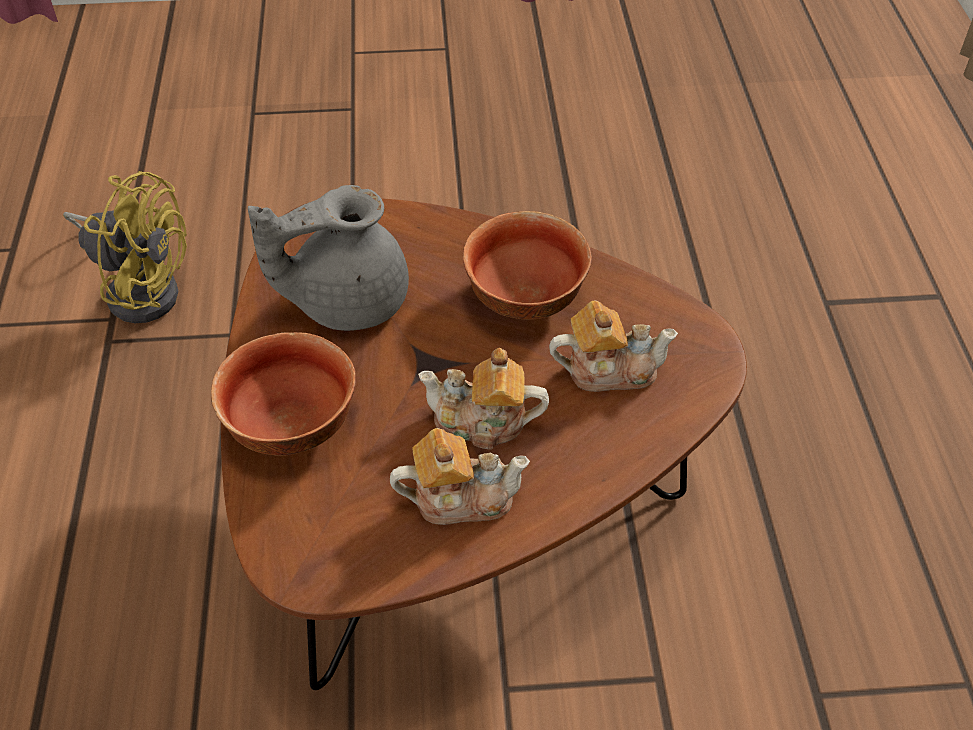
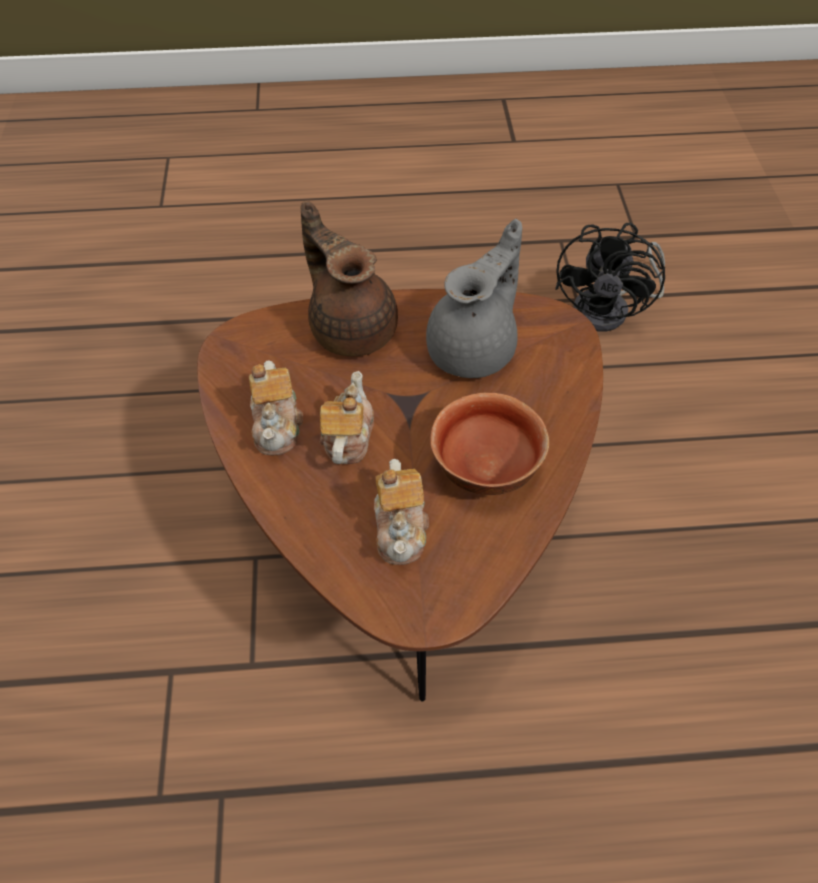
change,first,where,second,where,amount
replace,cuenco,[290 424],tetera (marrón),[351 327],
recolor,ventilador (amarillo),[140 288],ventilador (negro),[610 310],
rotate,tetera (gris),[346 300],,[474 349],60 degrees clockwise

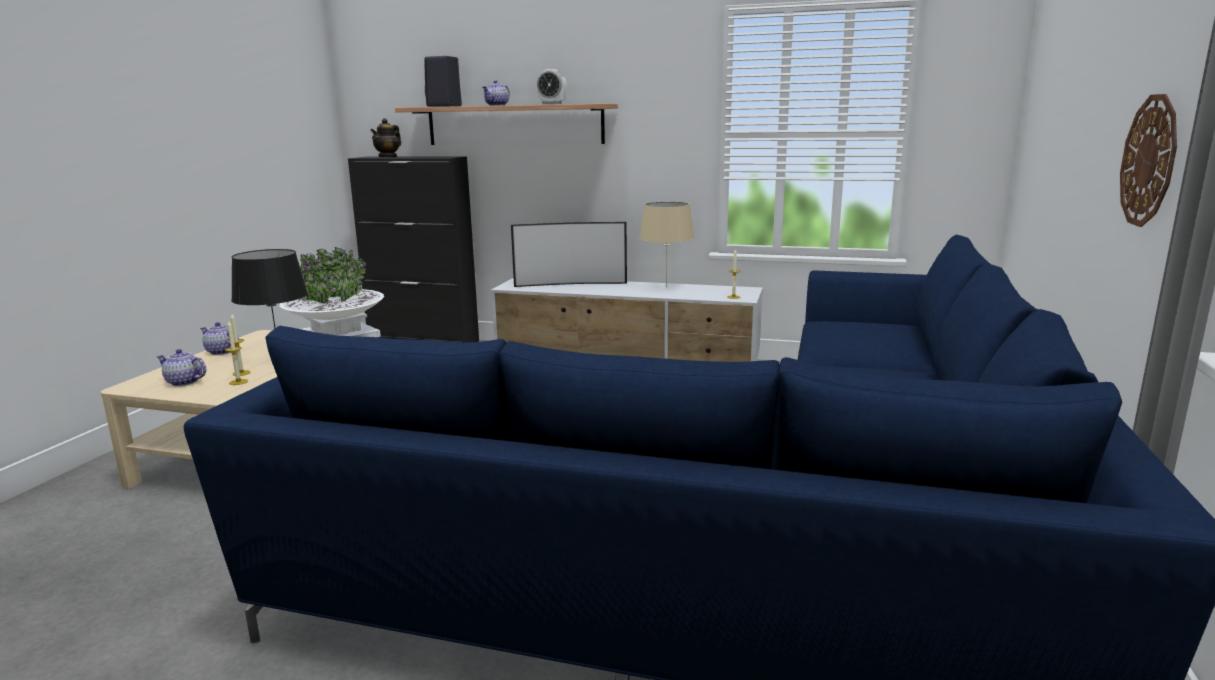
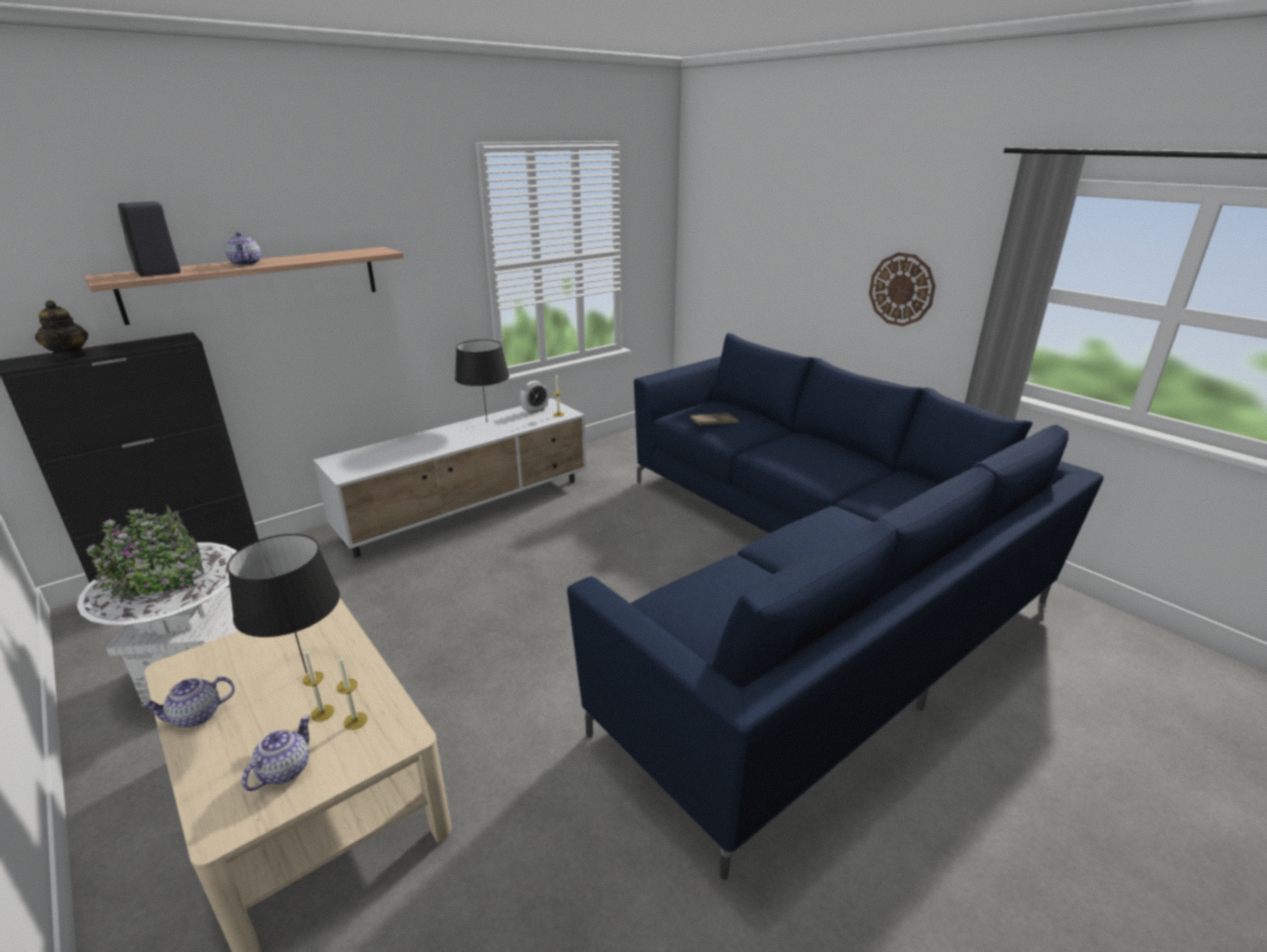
change,first,where,second,where,amount
delete,televisor,[570 284],,,
insert,,,bandeja (marrón),[713 422],
move,despertador,[551 104],,[535 410],
recolor,lámpara de mesa (beis),[666 287],lámpara de mesa (negro),[486 422],
rotate,tetera,[183 382],,[284 769],150 degrees clockwise

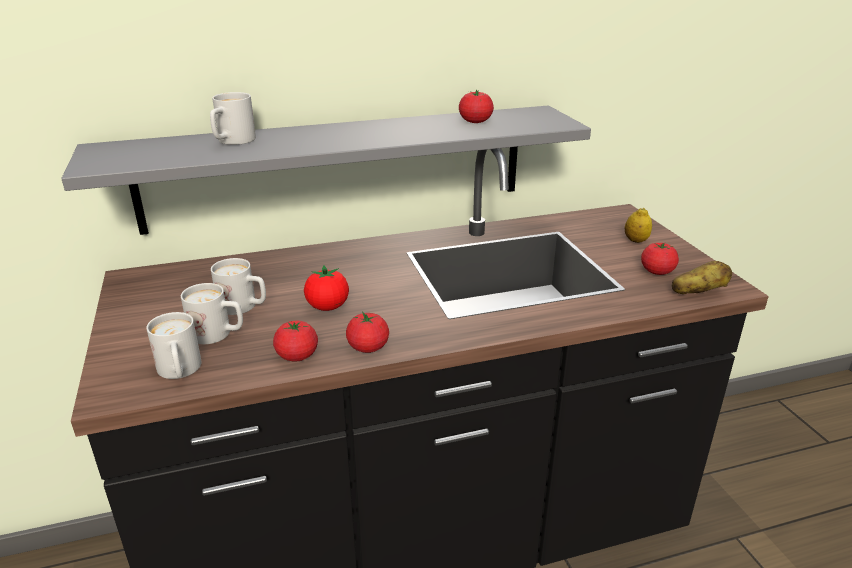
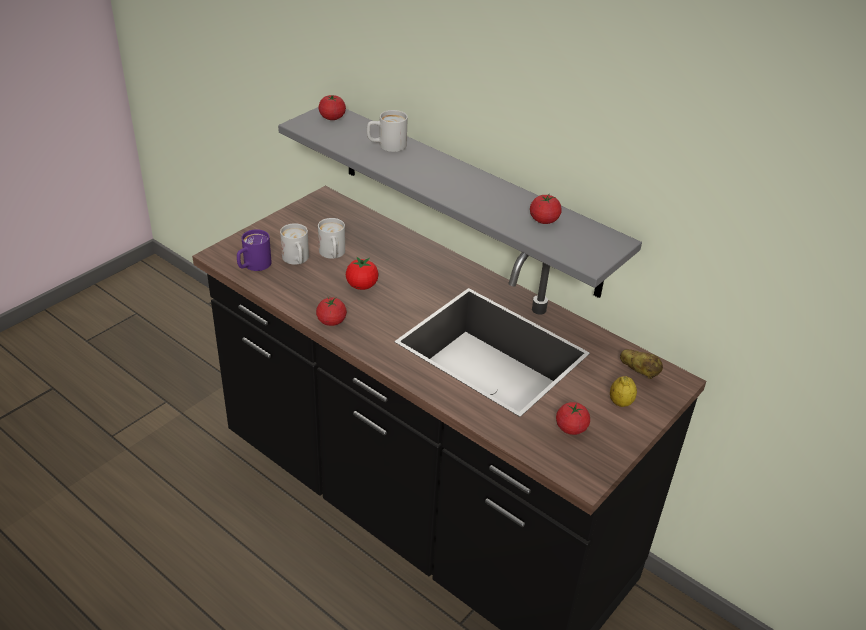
change,first,where,second,where,amount
move,tomate,[297 356],,[332 117],
move,patata,[698 292],,[639 372],
recolor,taza grande (blanco),[180 372],taza grande (morado),[253 266],

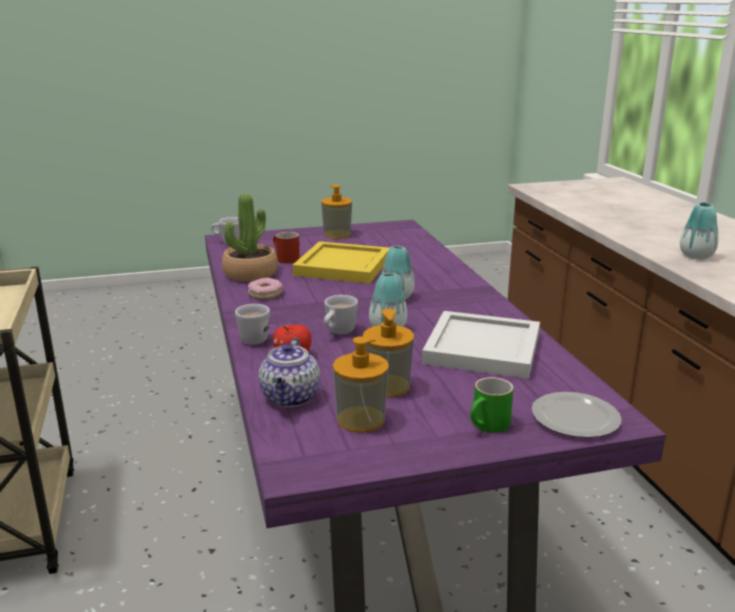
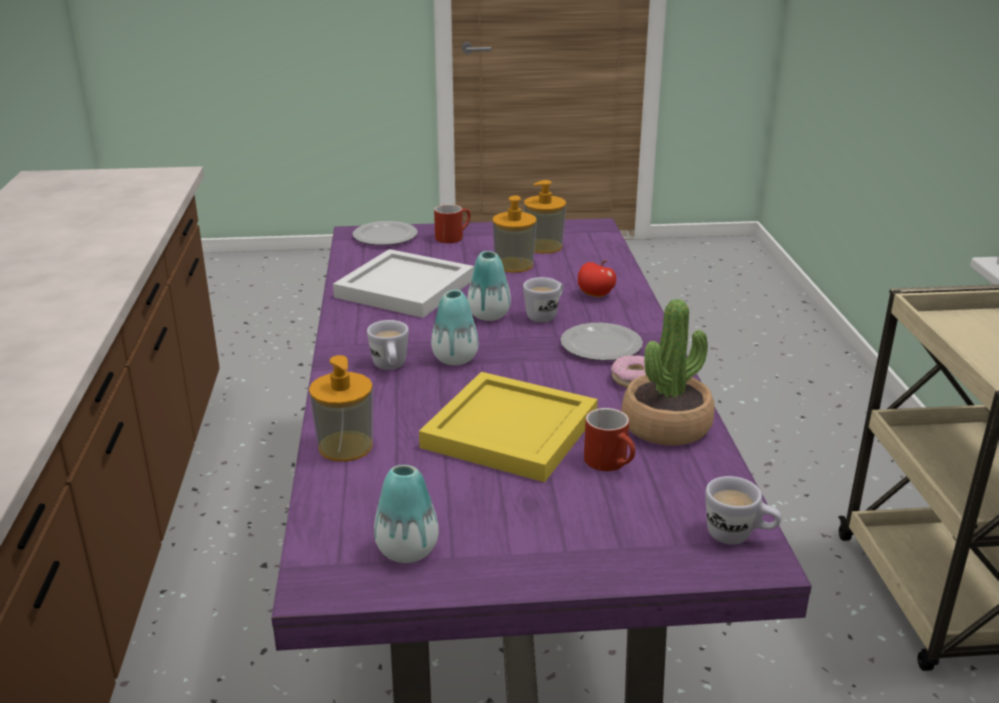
change,first,where,second,where,amount
delete,tetera,[291 398],,,
insert,,,plato,[601 346],
move,taza grande (blanco),[252 338],,[390 368],
move,dispensador de jabón,[337 234],,[345 446],
move,florero,[696 256],,[407 550],
recolor,taza grande (verde),[487 426],taza grande (rojo),[453 236],

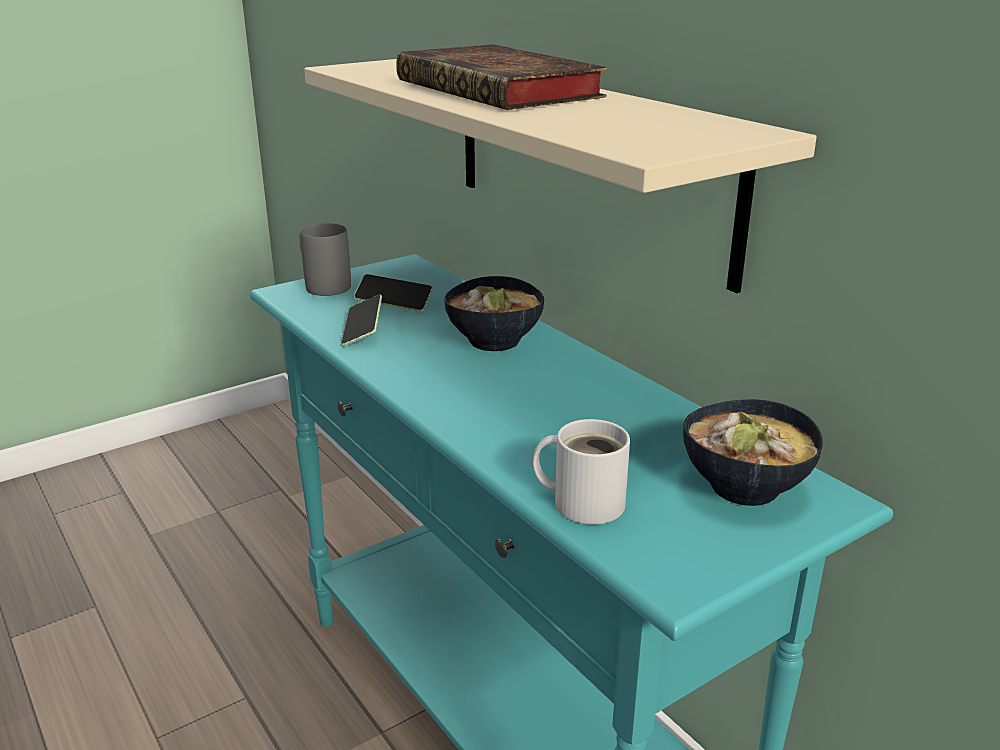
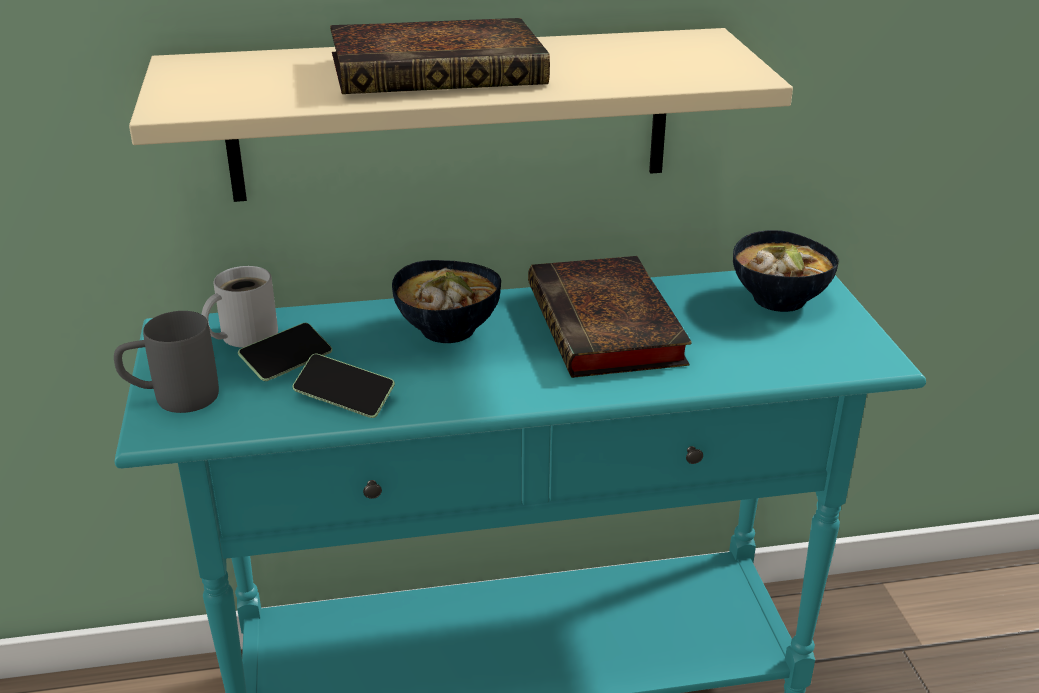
change,first,where,second,where,amount
insert,,,libro,[608 328],
move,taza grande (blanco),[583 501],,[243 335],

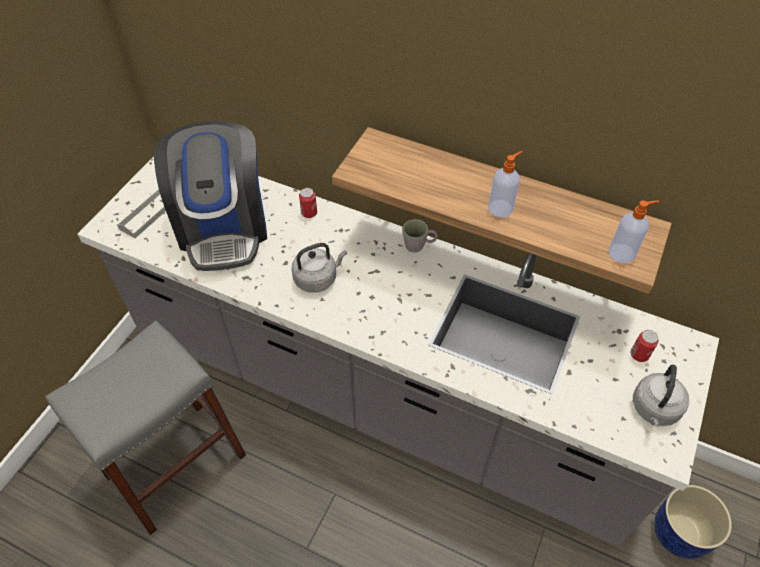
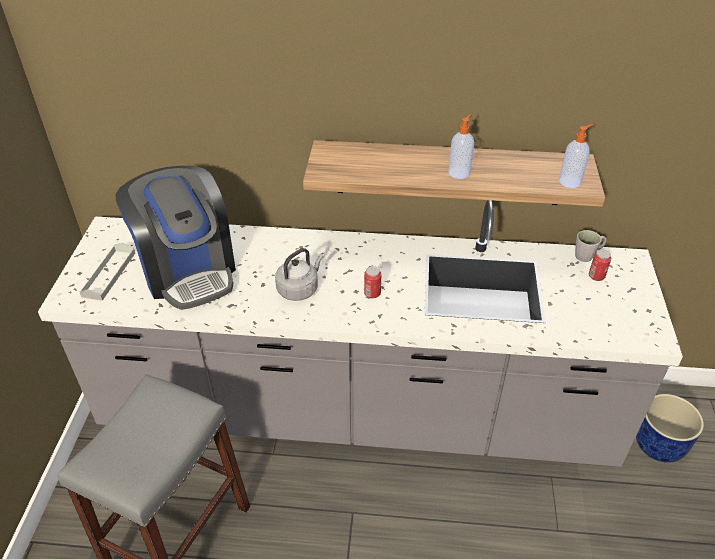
change,first,where,second,where,amount
delete,hervidor (gris),[654 409],,,
move,lata,[309 213],,[372 293],
move,taza grande (gris),[419 245],,[587 255],

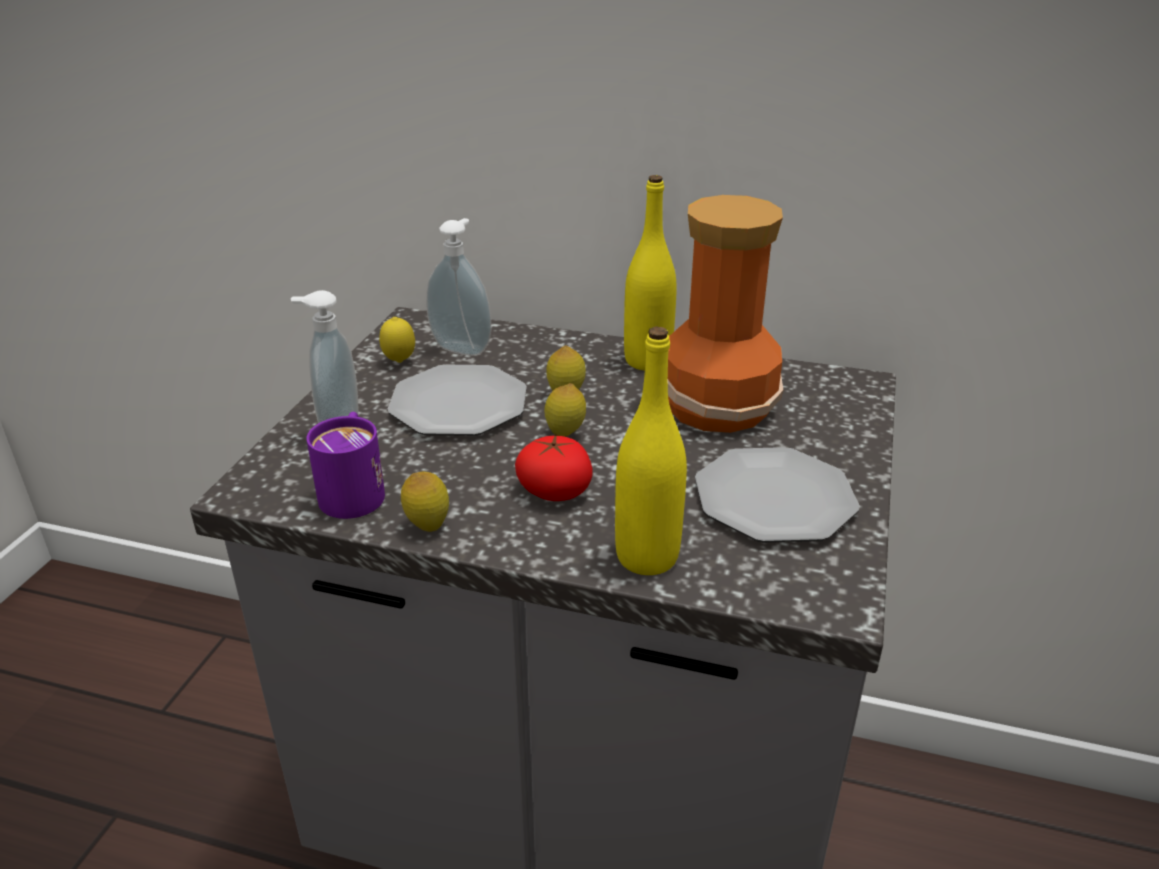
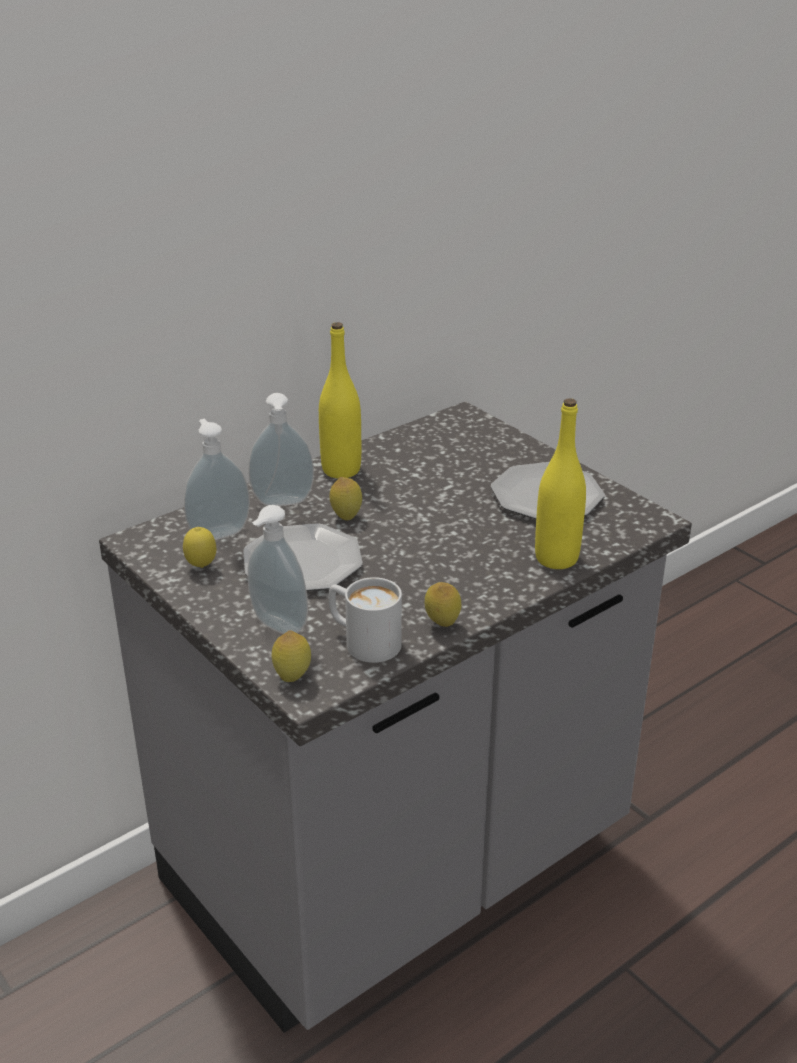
change,first,where,second,where,amount
delete,tomate,[555 490],,,
delete,florero,[716 404],,,
insert,,,dispensador de jabón,[283 503],
move,limón,[565 435],,[292 677],
recolor,taza grande (morado),[354 489],taza grande (blanco),[363 641],

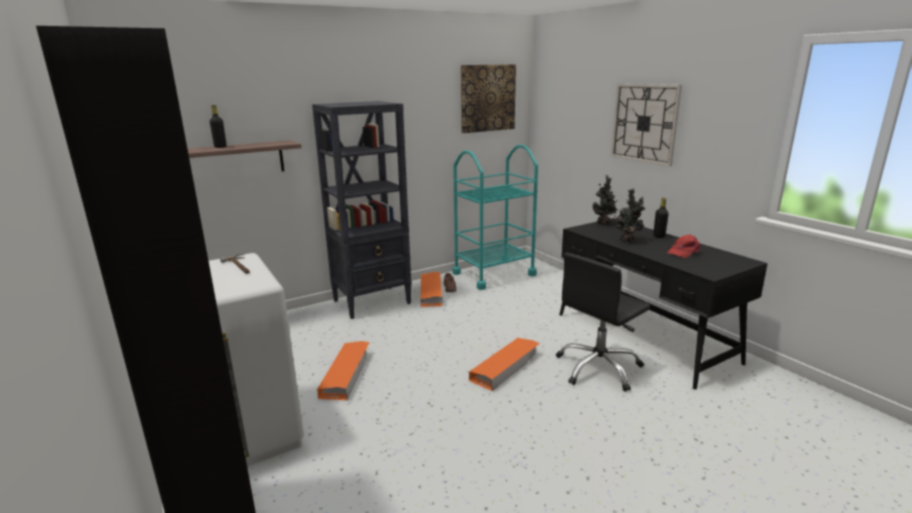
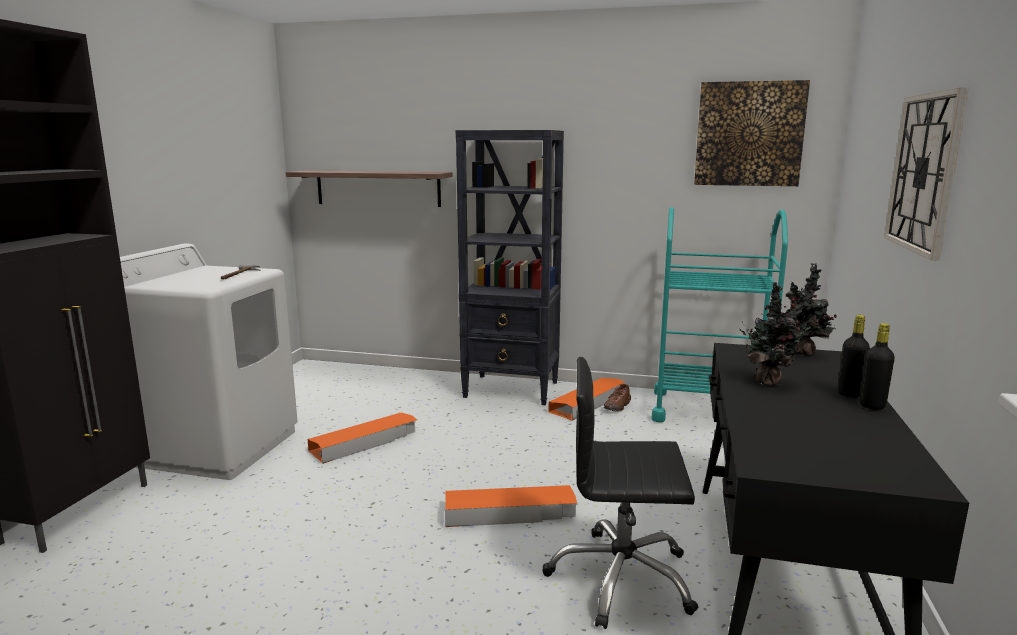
change,first,where,second,where,amount
delete,gorra (rojo),[683 252],,,
move,botella (negro),[220 147],,[872 406],

